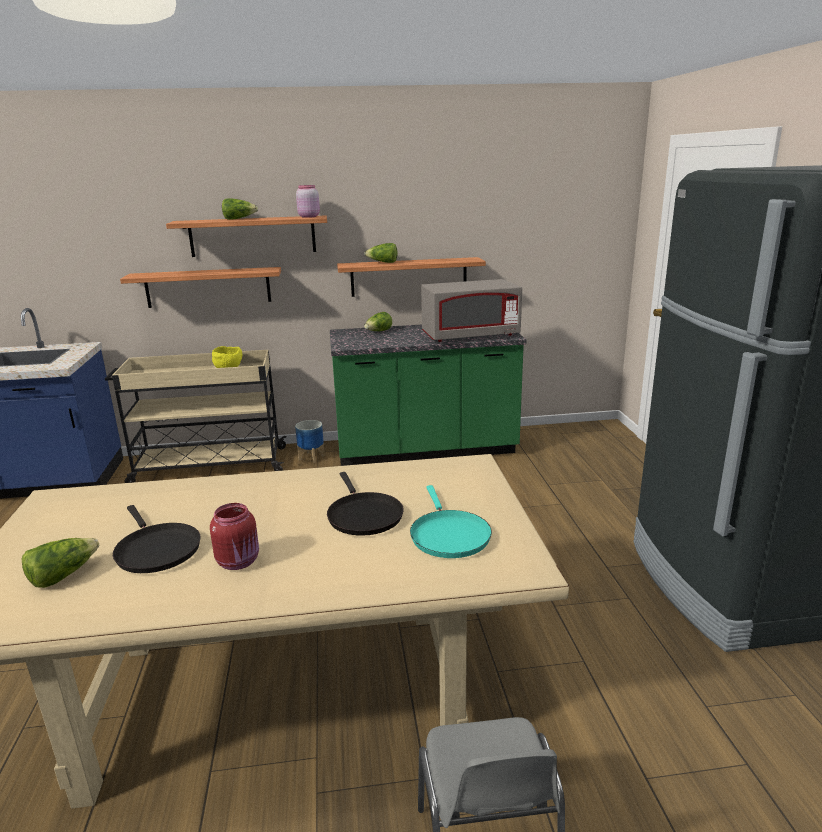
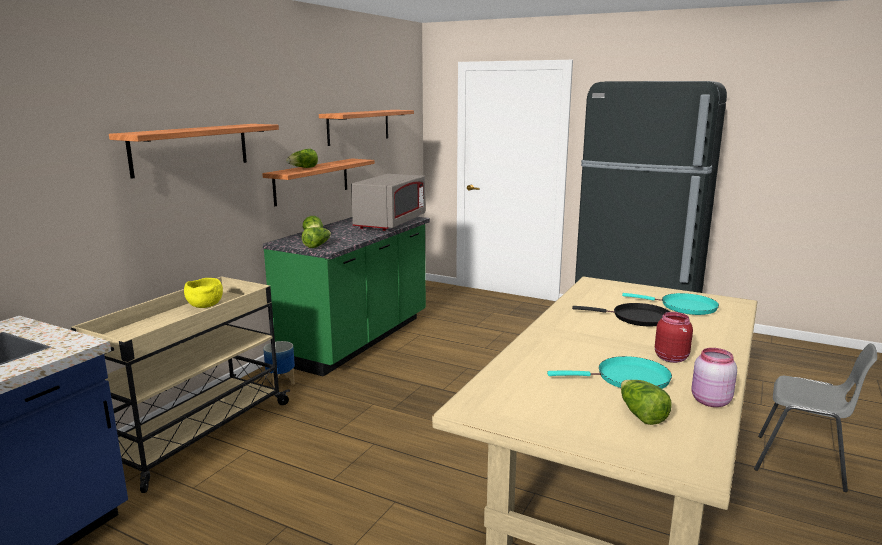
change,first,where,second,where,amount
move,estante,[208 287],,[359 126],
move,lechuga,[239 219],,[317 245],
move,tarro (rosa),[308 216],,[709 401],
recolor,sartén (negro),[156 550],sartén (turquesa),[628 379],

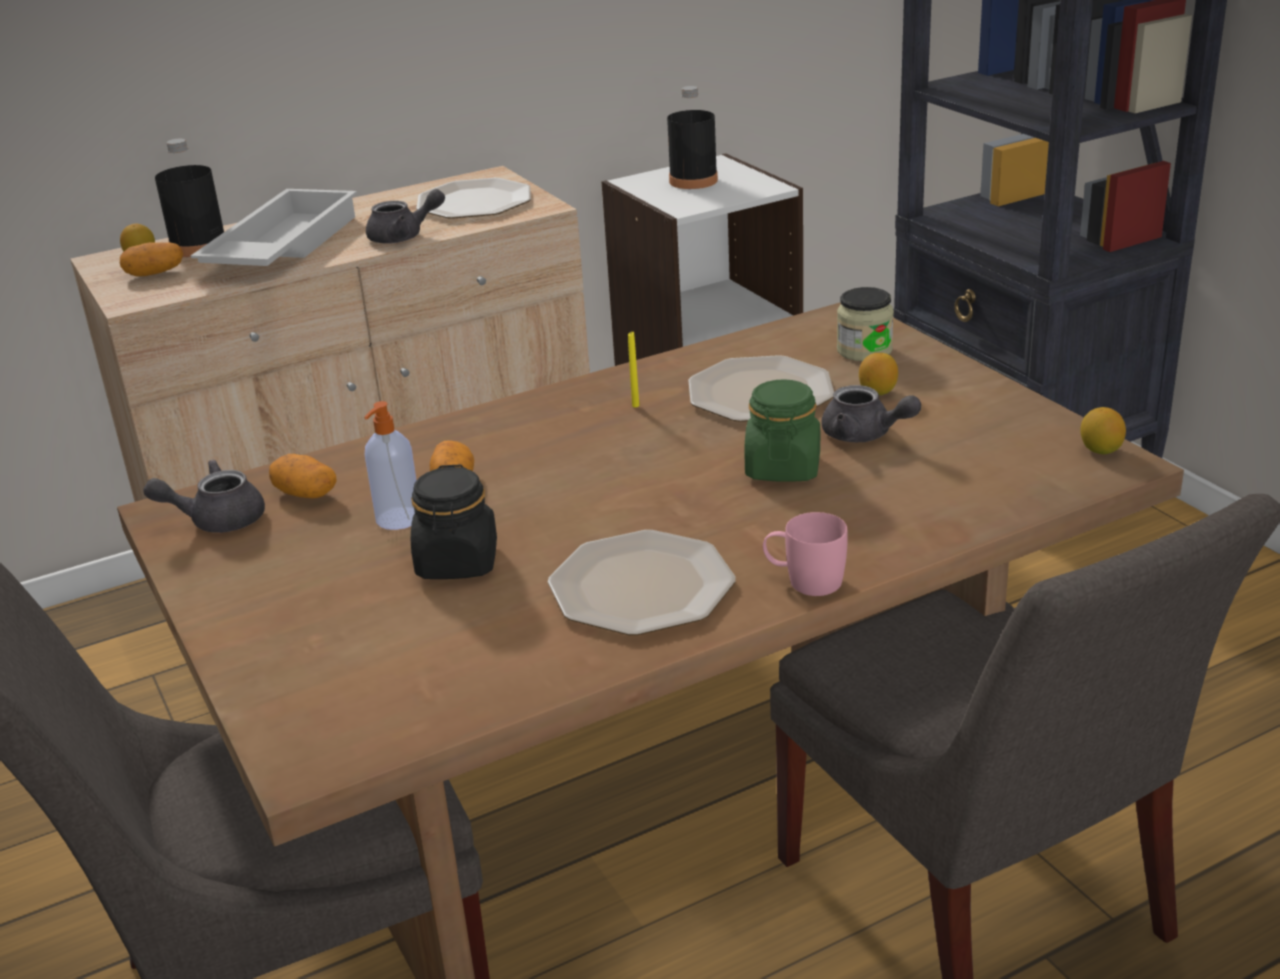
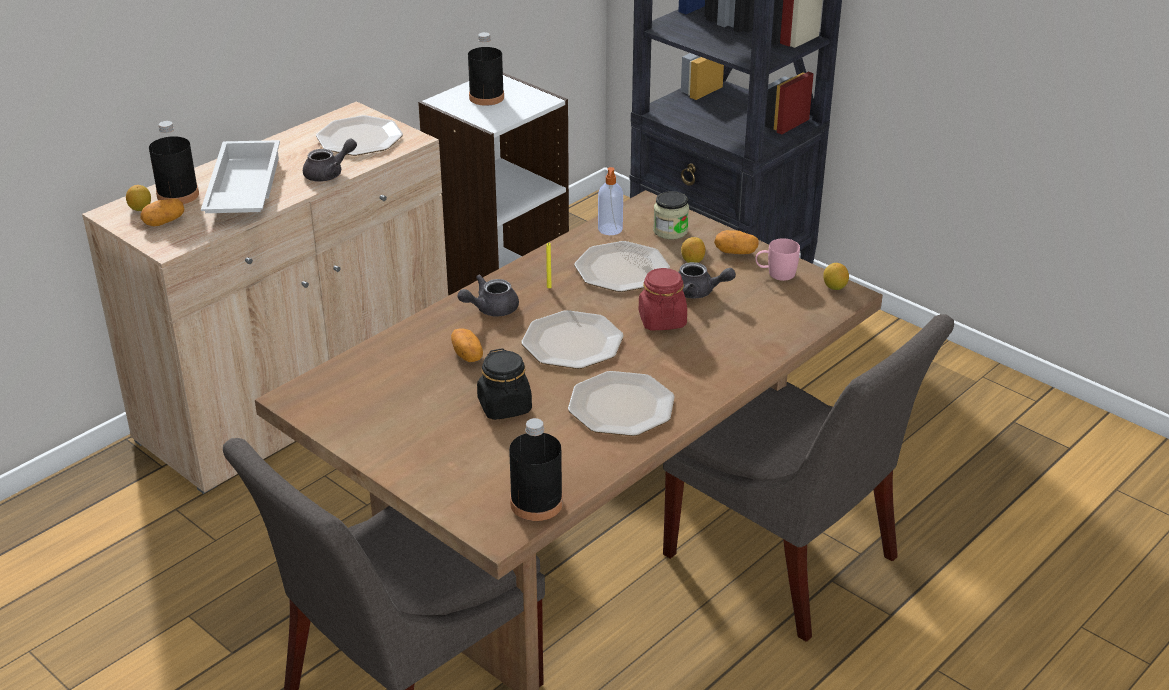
change,first,where,second,where,amount
insert,,,botella (negro),[536 503],
insert,,,plato,[572 343],
move,tetera (gris),[217 520],,[490 309],
move,patata,[305 494],,[735 252],
move,dispensador de jabón,[398 519],,[610 230],
move,taza grande (rosa),[804 581],,[775 274],
recolor,tarro (verde),[782 468],tarro (rojo),[662 320],

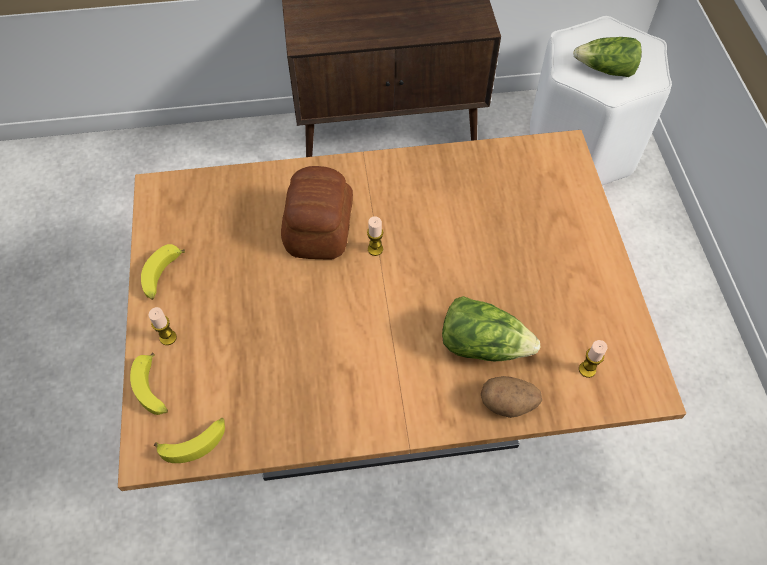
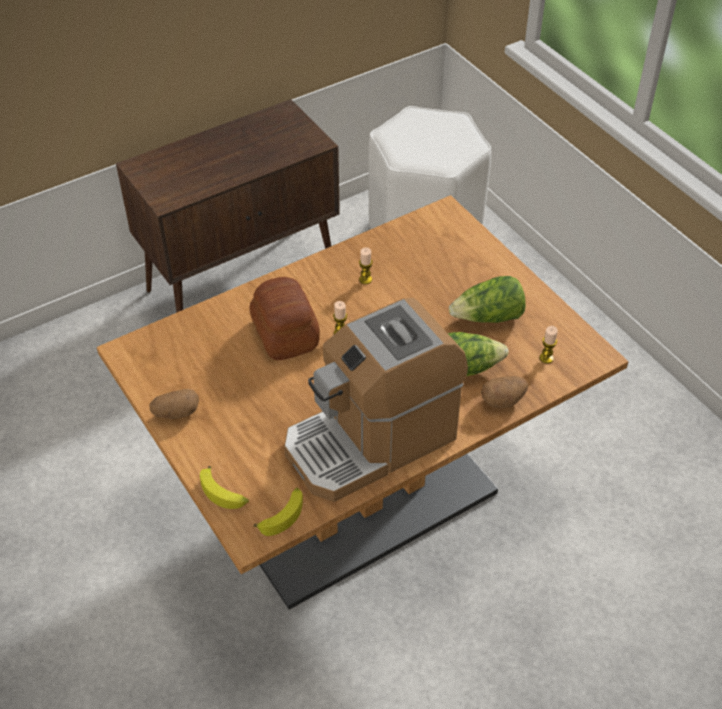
change,first,where,second,where,amount
insert,,,cafetera,[371 440],
move,vela,[168 337],,[365 279],
move,lechuga,[606 70],,[488 317],
replace,plátano,[162 277],patata,[176 413],

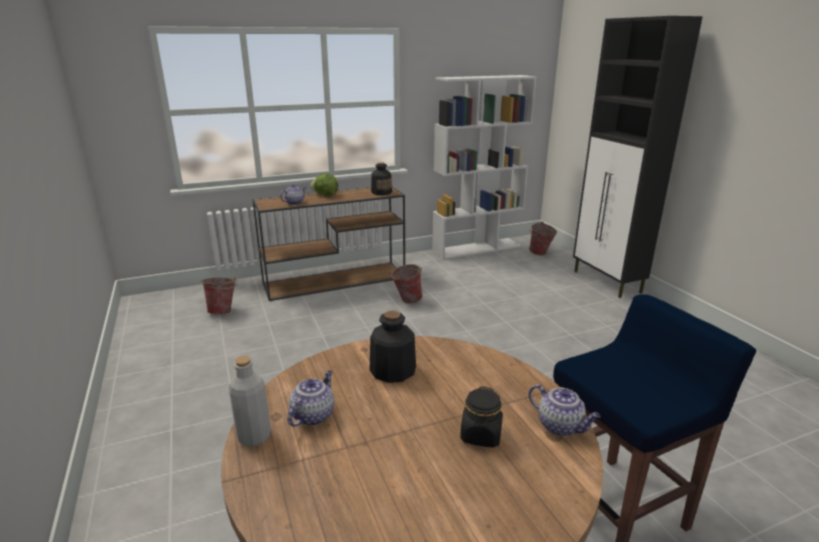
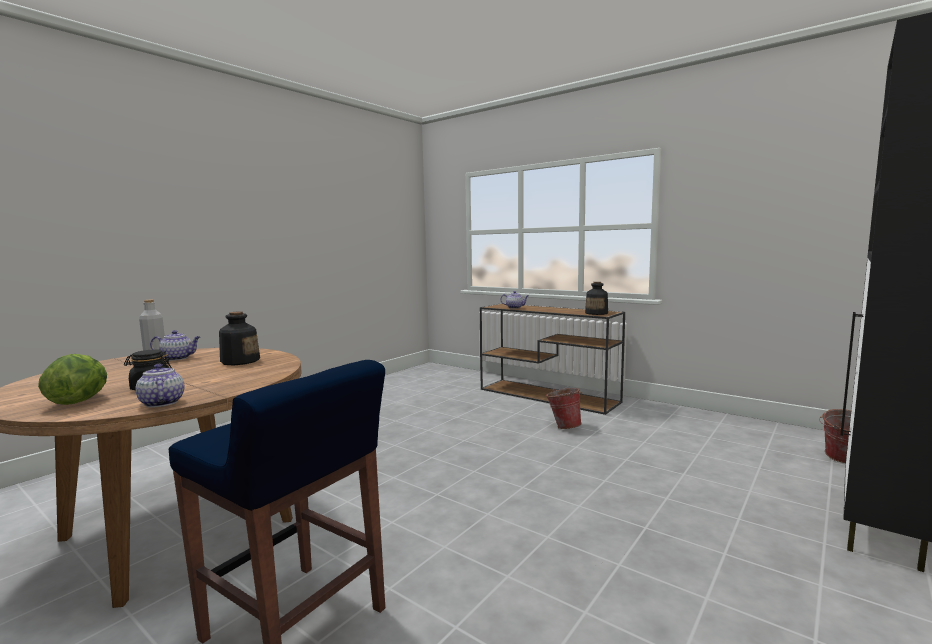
change,first,where,second,where,amount
delete,cubo,[224 311],,,
delete,estantería (blanco),[477 248],,,
move,lechuga,[325 195],,[79 401],
rotate,tetera,[561 426],,[161 403],135 degrees clockwise

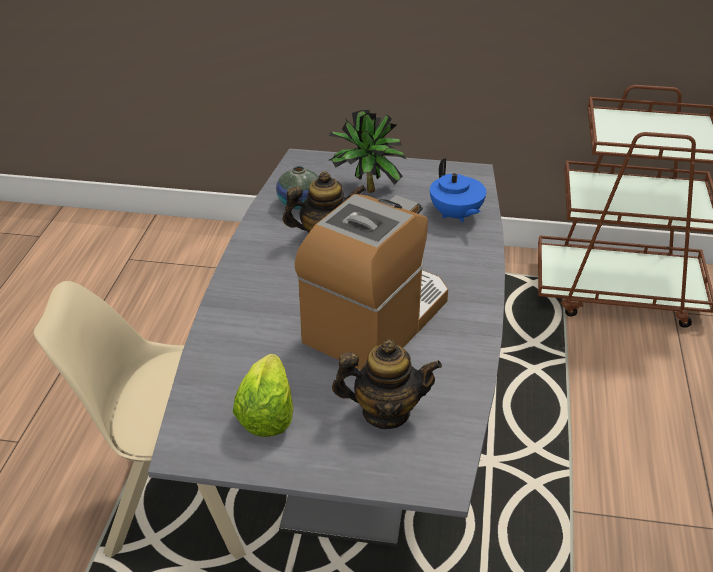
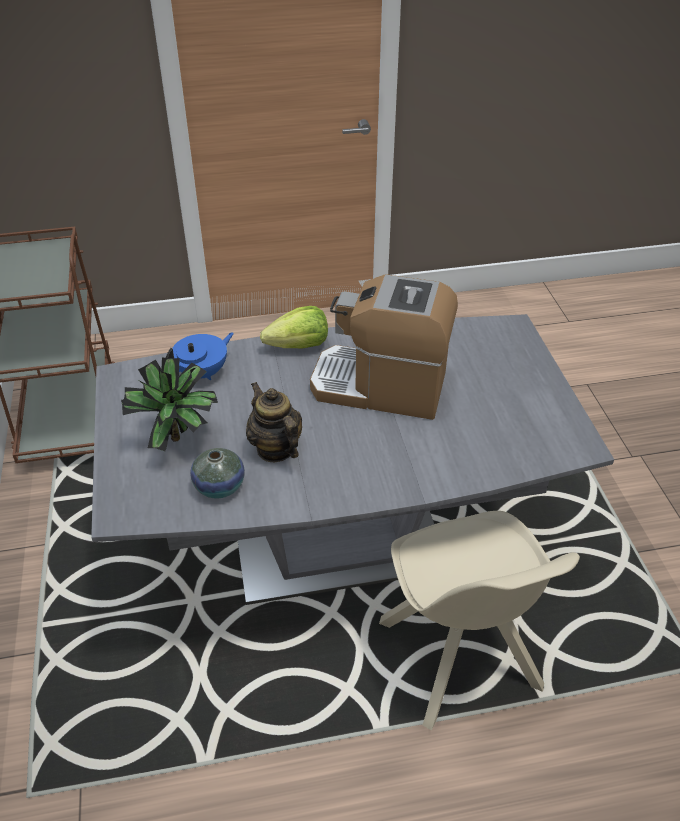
change,first,where,second,where,amount
delete,tetera,[385 412],,,
move,lechuga,[266 414],,[299 346],

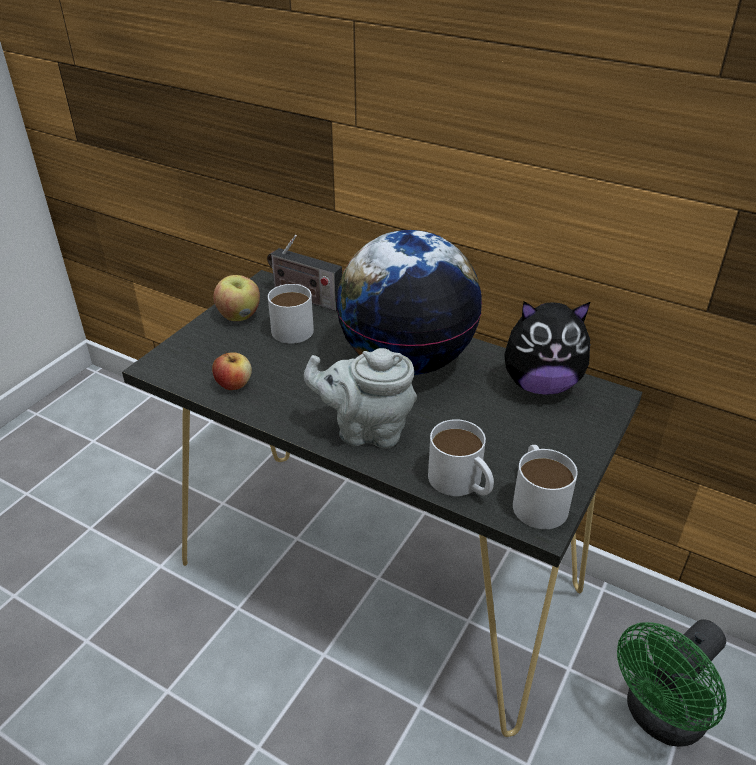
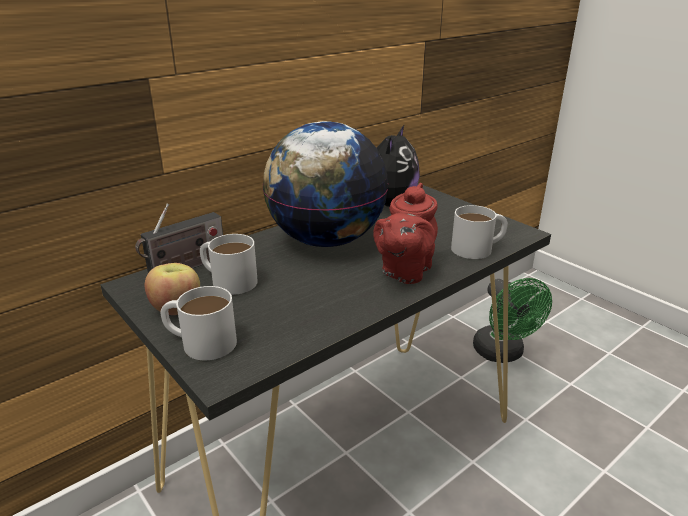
change,first,where,second,where,amount
delete,manzana,[234 384],,,
move,taza grande (blanco),[537 499],,[200 342],
recolor,tetera (gris),[366 430],tetera (rojo),[404 272],

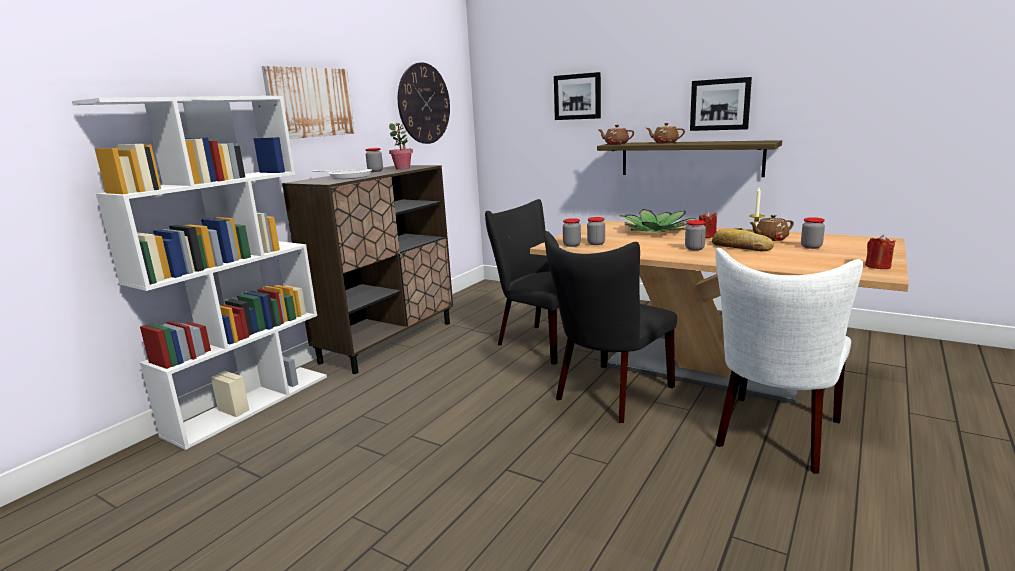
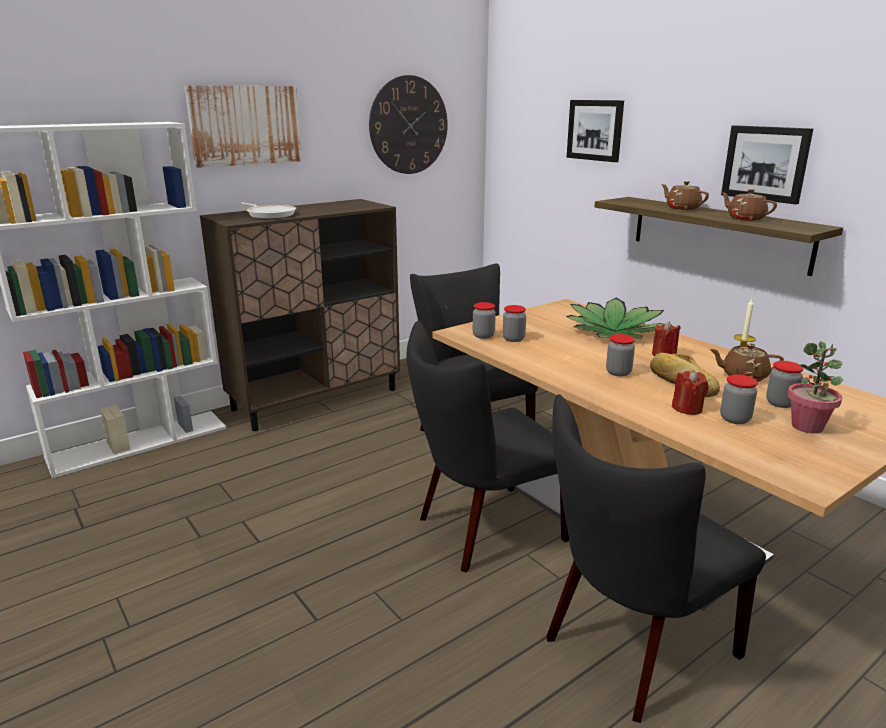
change,first,where,second,where,amount
move,tarro,[375 171],,[735 419],
move,planta en maceta,[403 168],,[807 427],
move,tetera (marrón),[616 144],,[745 218],
move,vela (rojo),[878 266],,[687 408],
recolor,silla (blanco),[775 436],silla (negro),[632 650],

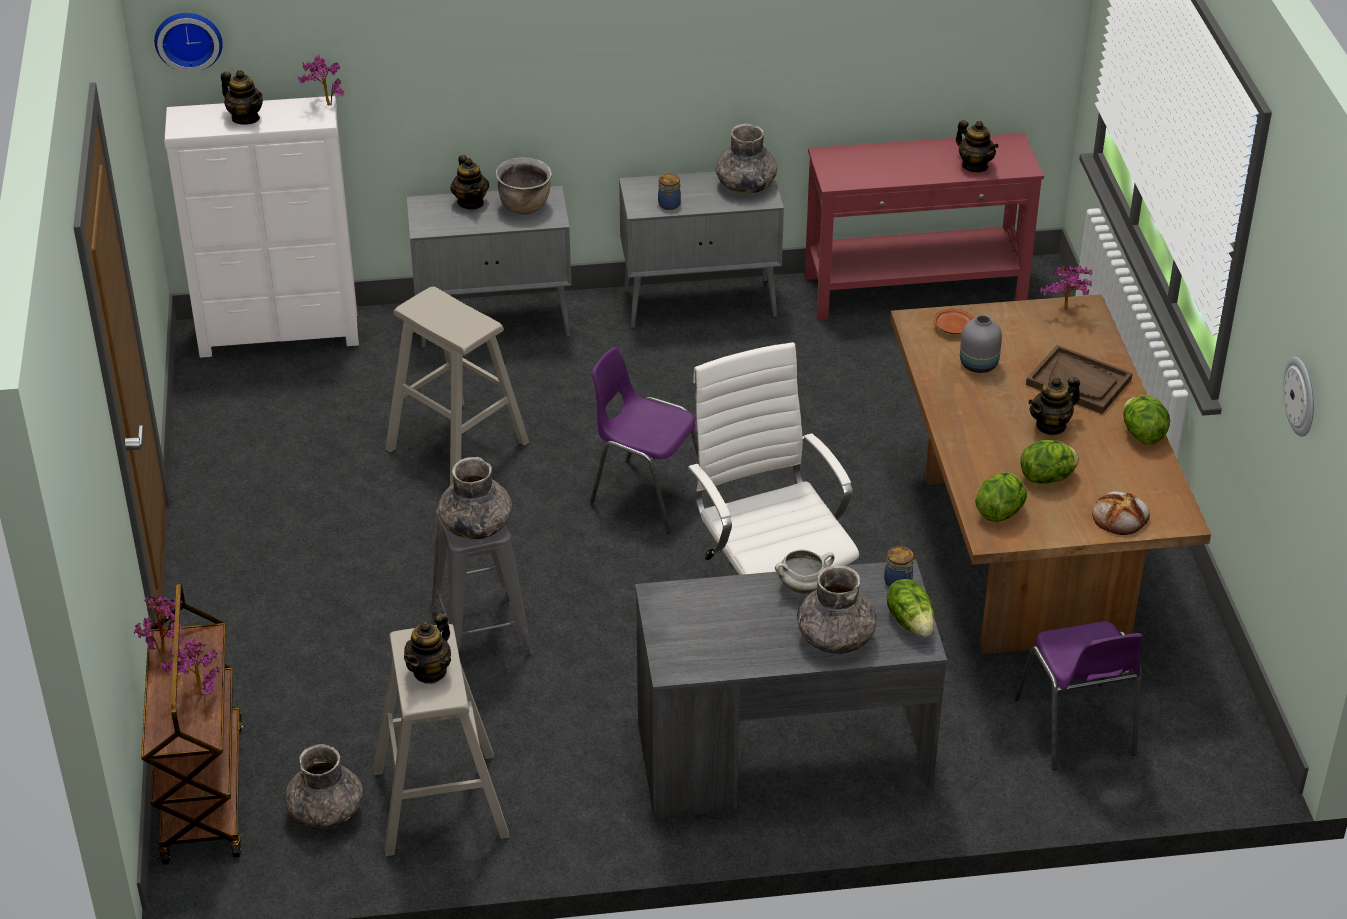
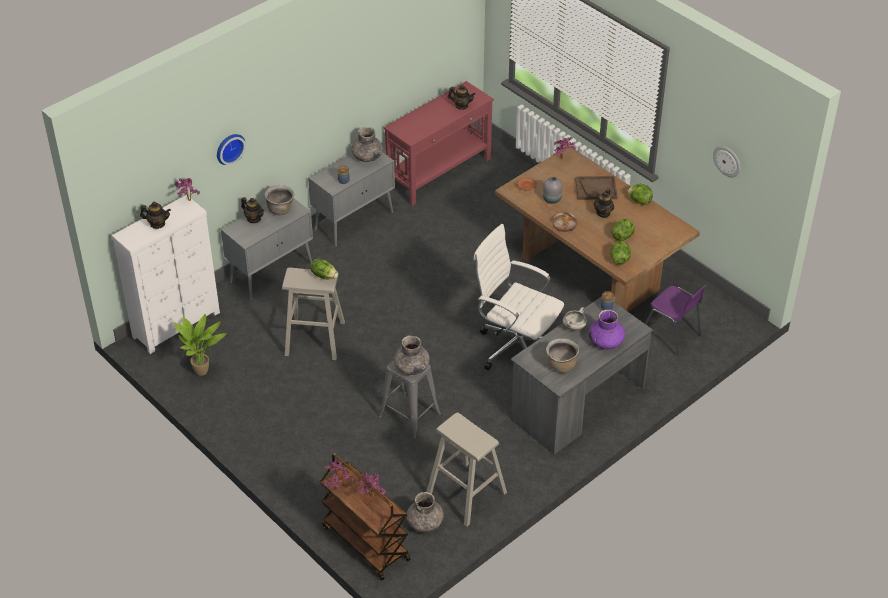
change,first,where,second,where,amount
delete,tetera,[430 671],,,
delete,silla (morado),[646 494],,,
insert,,,planta en maceta,[203 371],
insert,,,olla (marrón),[561 366],
move,reloj de pared,[188 39],,[229 148],
move,lechuga,[911 621],,[324 275],
move,pan,[1120 517],,[564 223],
recolor,florero (gris),[836 637],florero (morado),[606 341],

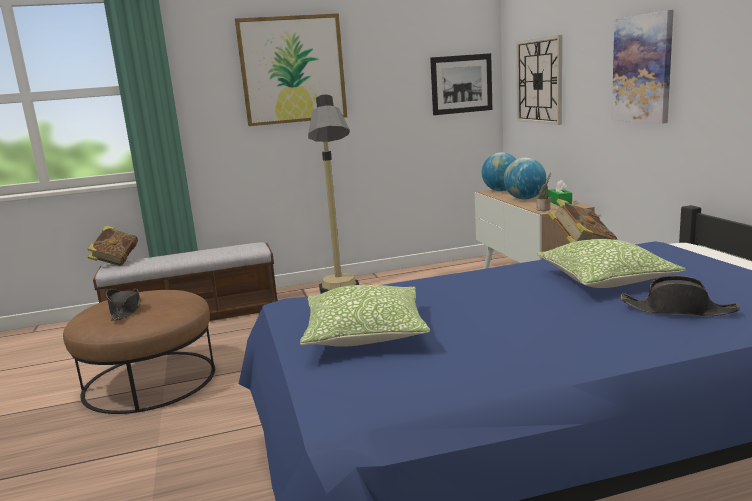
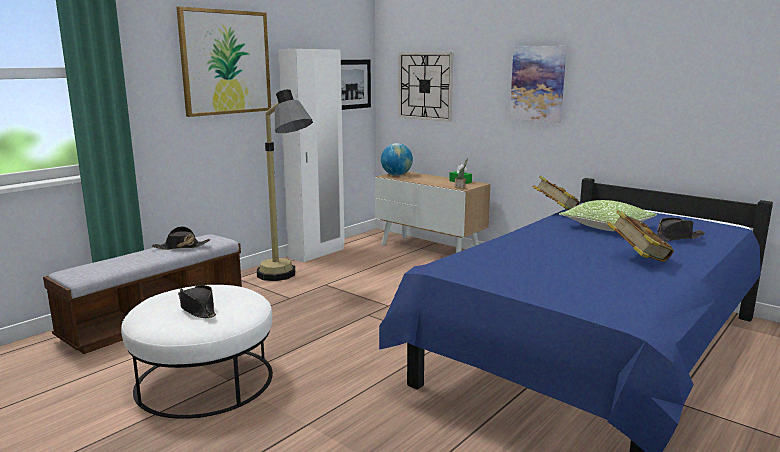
change,first,where,second,where,amount
delete,cojín,[365 334],,,
delete,globo terráqueo,[524 199],,,
insert,,,sombrero (negro),[181 247],
insert,,,armario ropero (blanco),[317 253],
move,libro,[116 262],,[637 259],
recolor,puf (marrón),[150 380],puf (blanco),[205 380],

